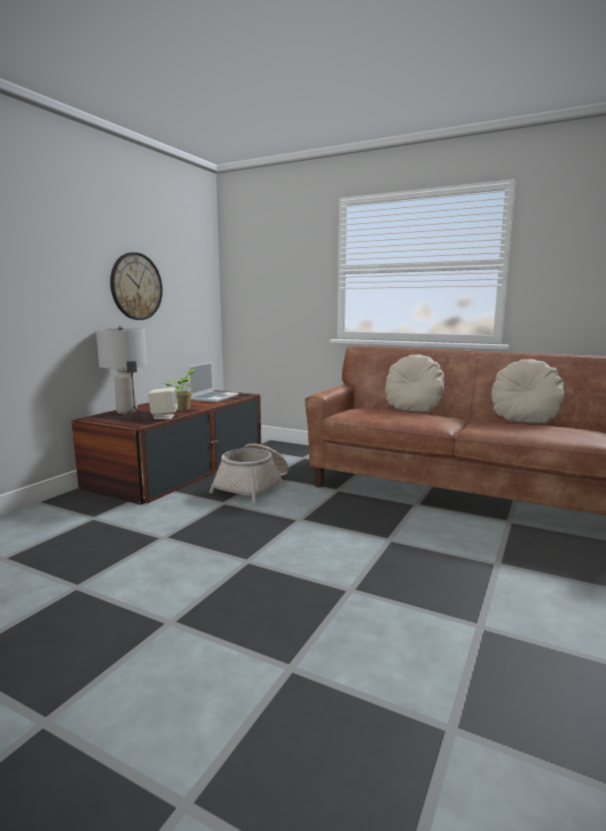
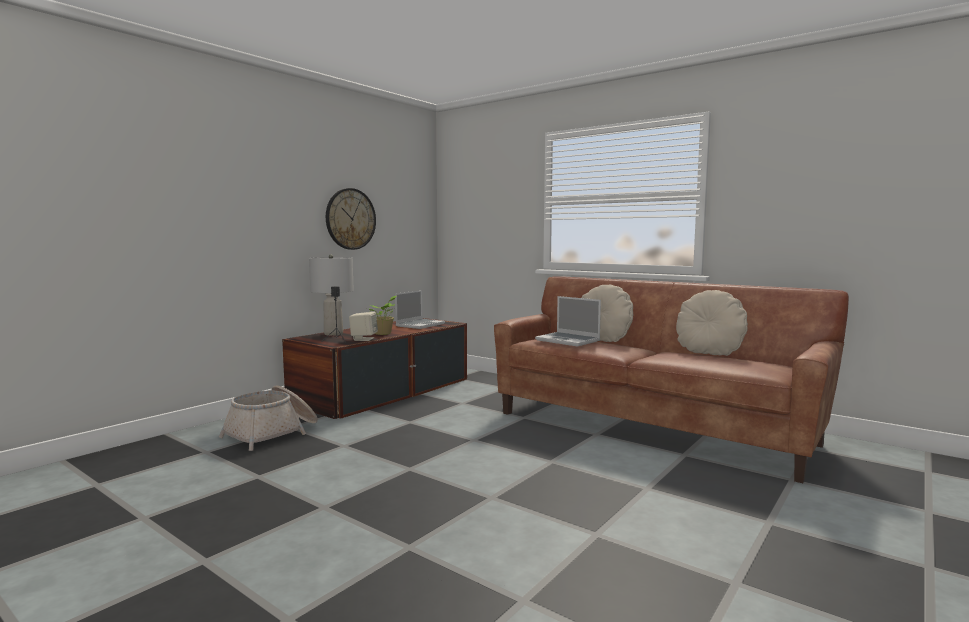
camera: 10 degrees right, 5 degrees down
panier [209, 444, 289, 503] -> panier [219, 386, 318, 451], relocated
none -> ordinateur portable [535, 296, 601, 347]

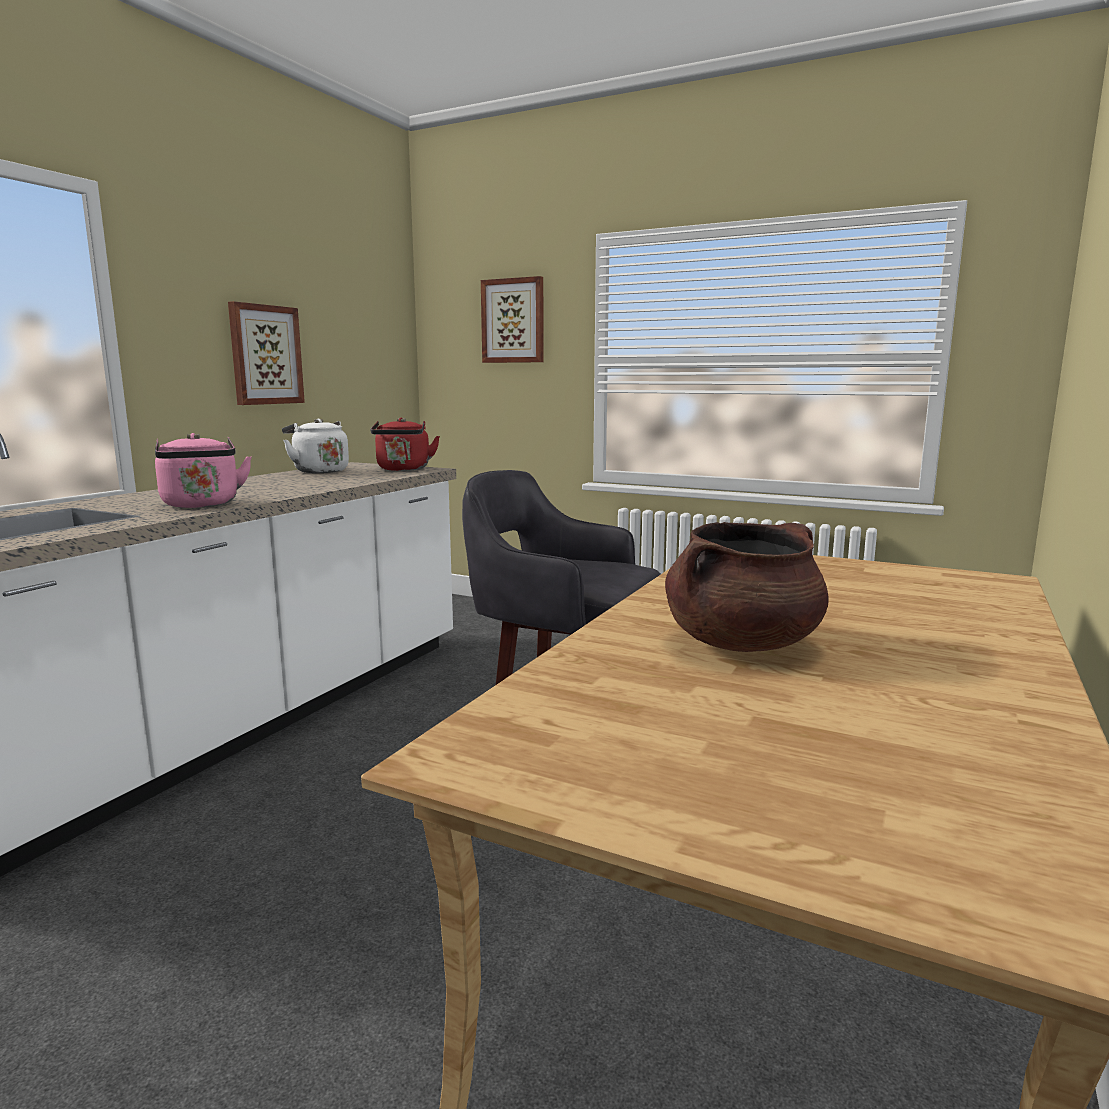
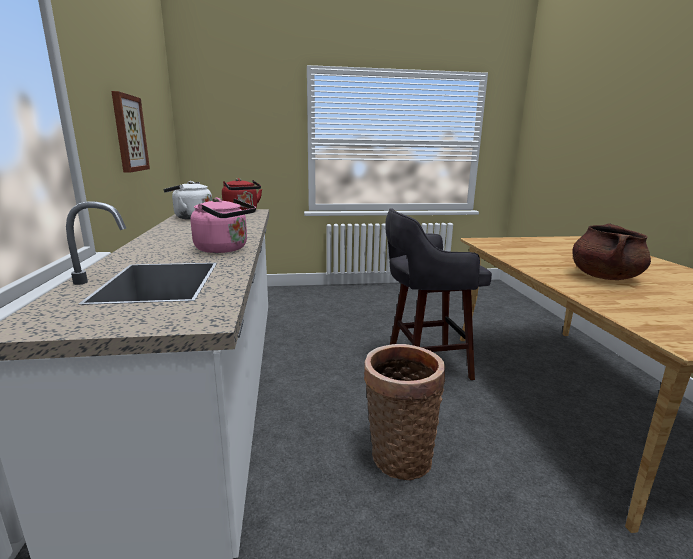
camera: 35 degrees left, 5 degrees up
tableau [481, 276, 544, 363] -> none
none -> panier [364, 344, 445, 480]

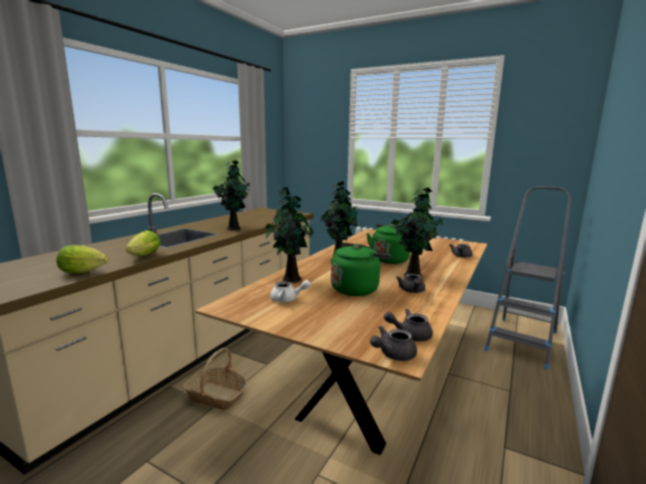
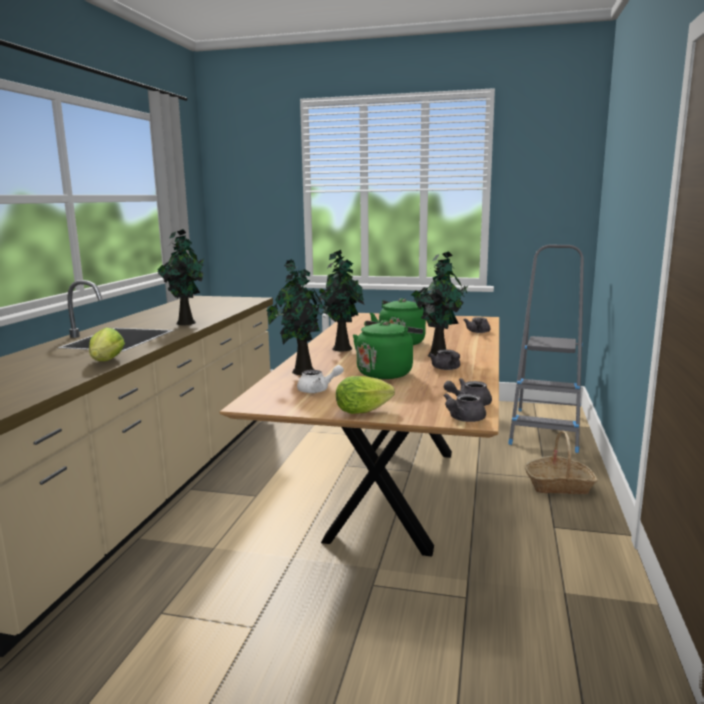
camera: 15 degrees left, 0 degrees up
laitue [56, 245, 108, 273] -> laitue [336, 376, 395, 414], relocated
panier [183, 348, 247, 410] -> panier [524, 430, 598, 494], relocated

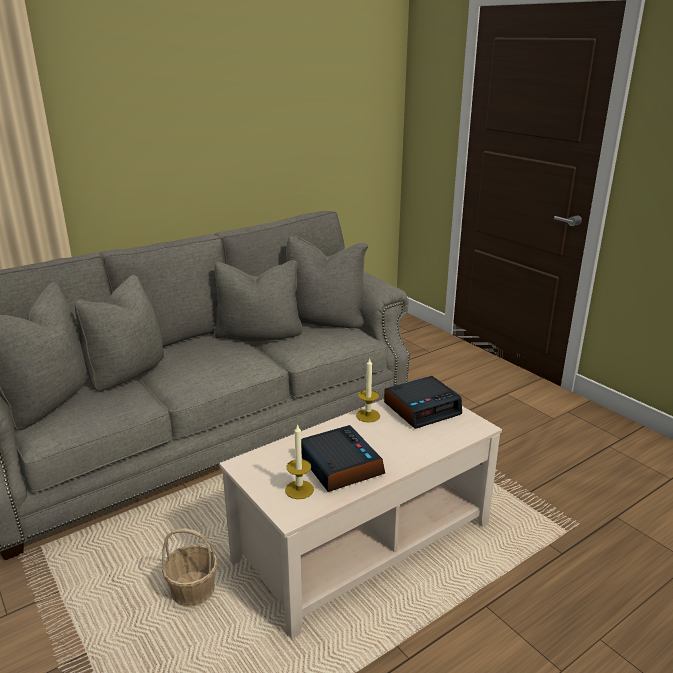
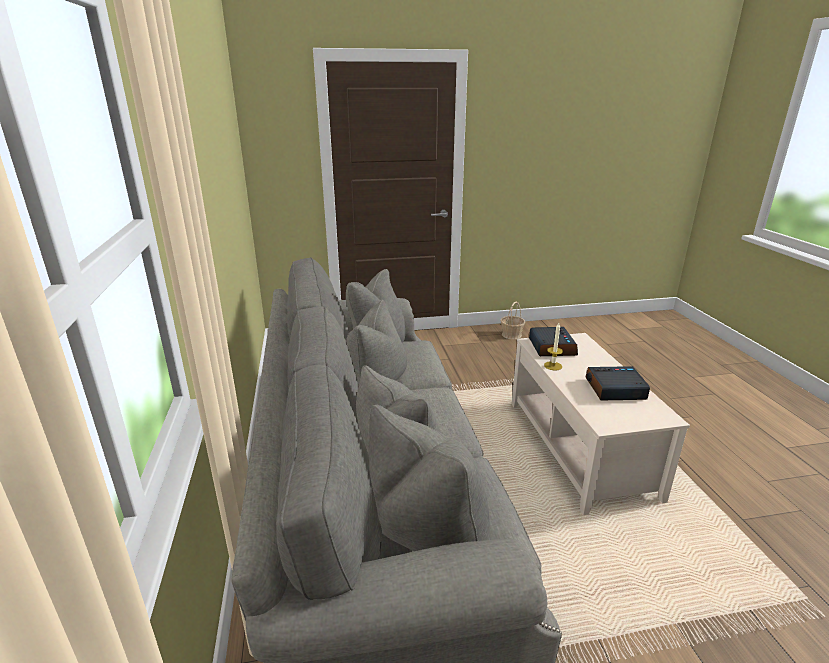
camera: 65 degrees left, 0 degrees up
bougie [285, 424, 314, 499] -> none
panier [162, 528, 218, 607] -> panier [501, 301, 525, 339], relocated

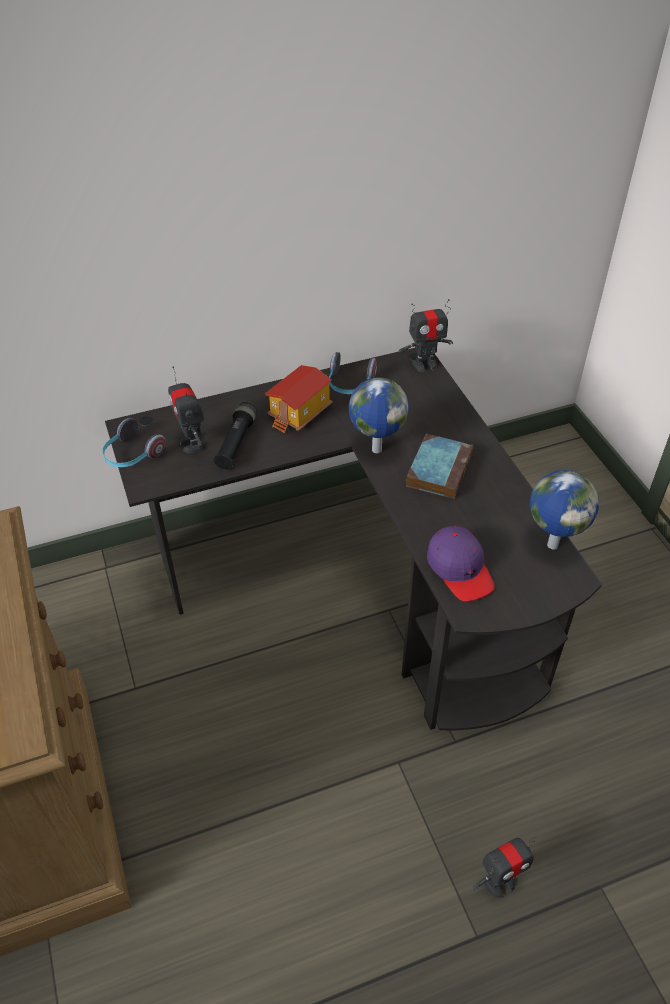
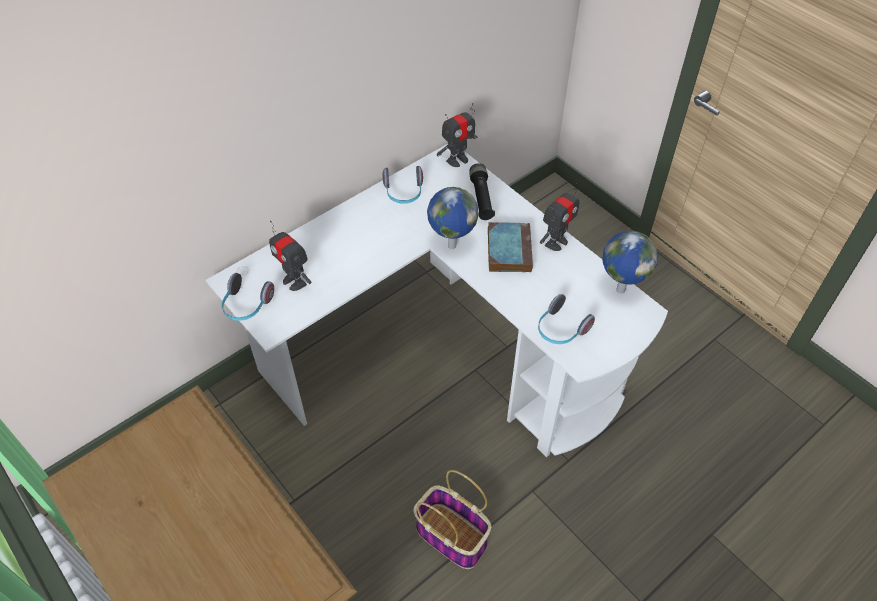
camera: 20 degrees left, 5 degrees up
bureau/noir [105, 348, 602, 730] -> bureau/blanc [206, 144, 668, 457]
maison miniature [265, 365, 332, 433] -> none
lampe de poche/noir [214, 402, 257, 469] -> lampe de poche/noir [469, 163, 495, 220], relocated
casquette/violet [427, 526, 495, 601] -> casque audio [538, 294, 595, 344]
robot jouet [472, 836, 535, 898] -> robot jouet [540, 183, 579, 251], relocated
none -> panier [413, 470, 491, 569]

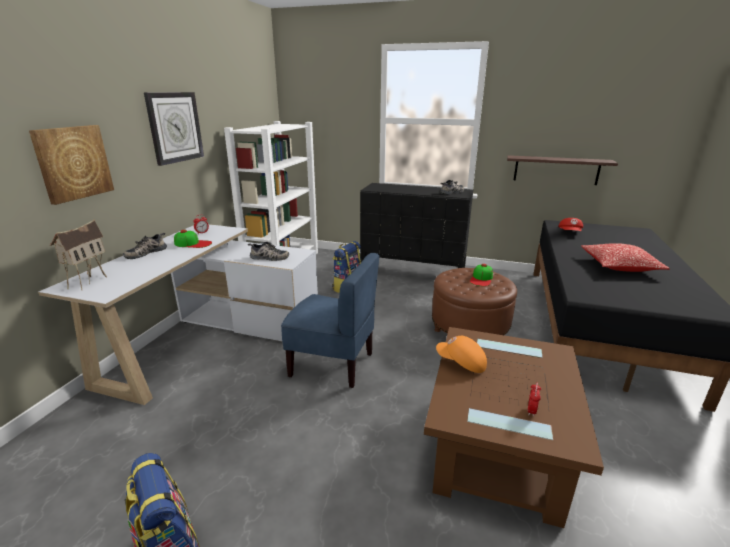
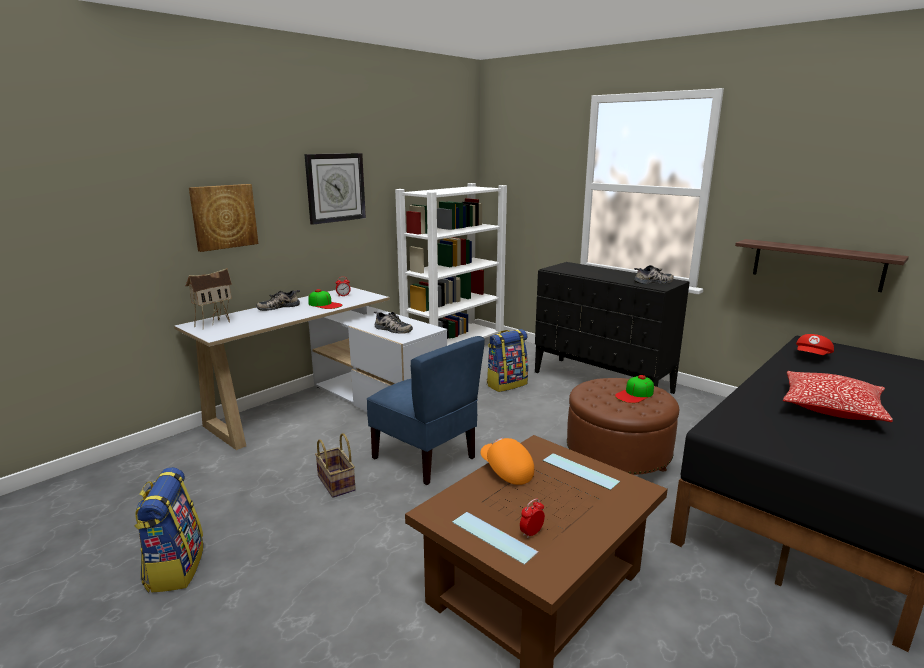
camera: 25 degrees right, 5 degrees down
none -> panier [315, 433, 356, 498]

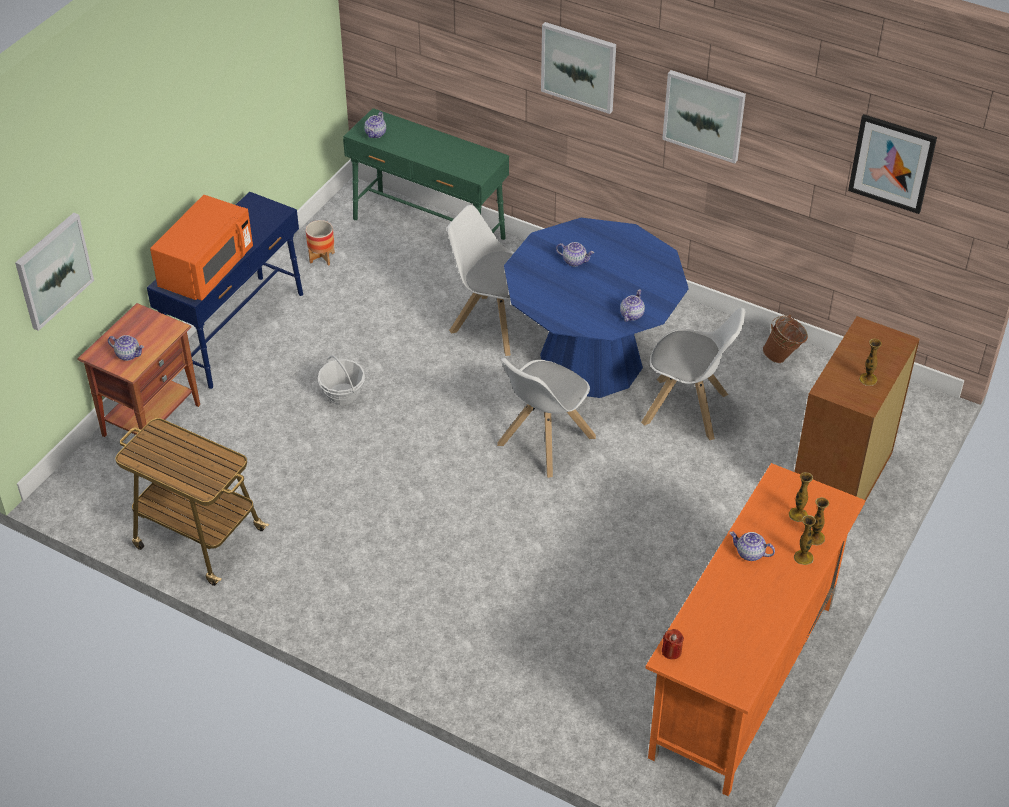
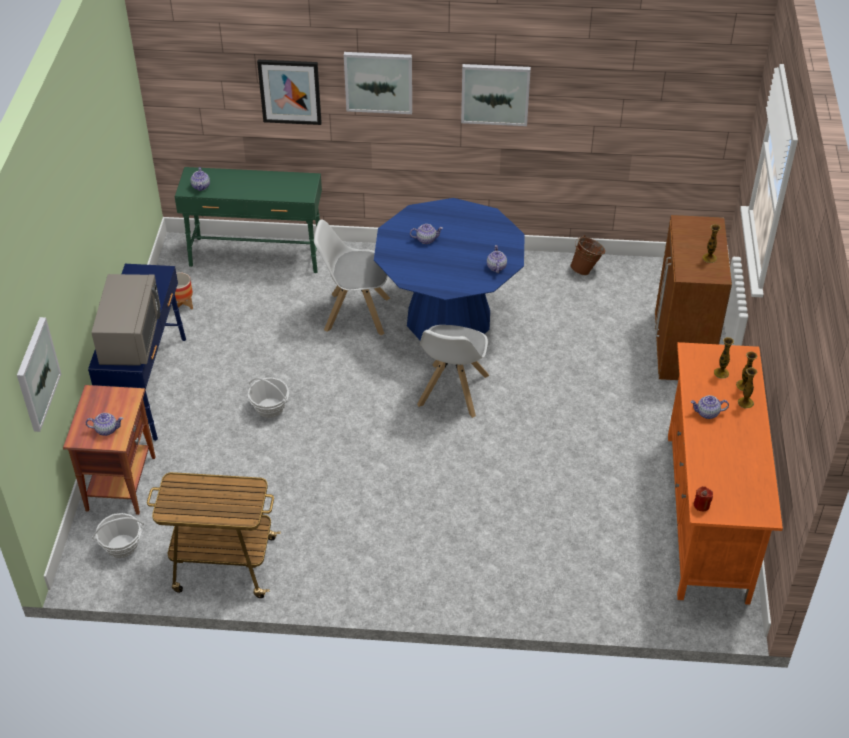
camera: 25 degrees left, 0 degrees up
tableau [848, 114, 937, 214] -> tableau [257, 60, 322, 125], relocated
micro-ondes/orange [150, 195, 253, 300] -> micro-ondes/gris [91, 274, 160, 366]
chaise [641, 308, 745, 440] -> none
none -> panier [92, 513, 144, 558]

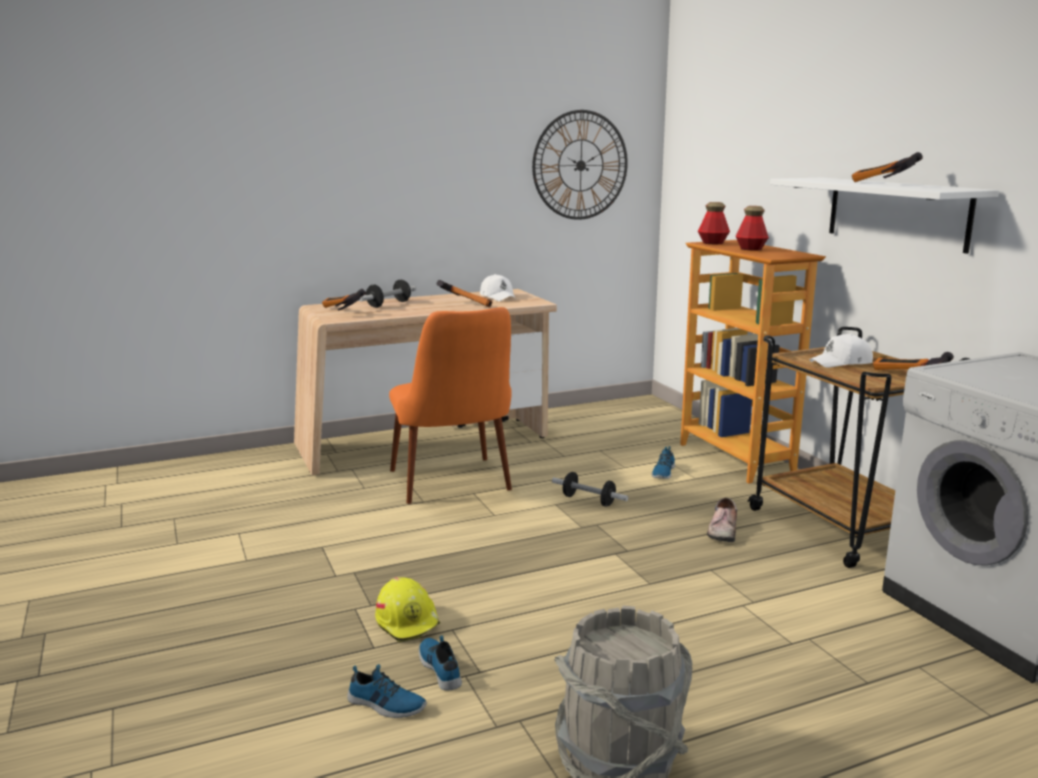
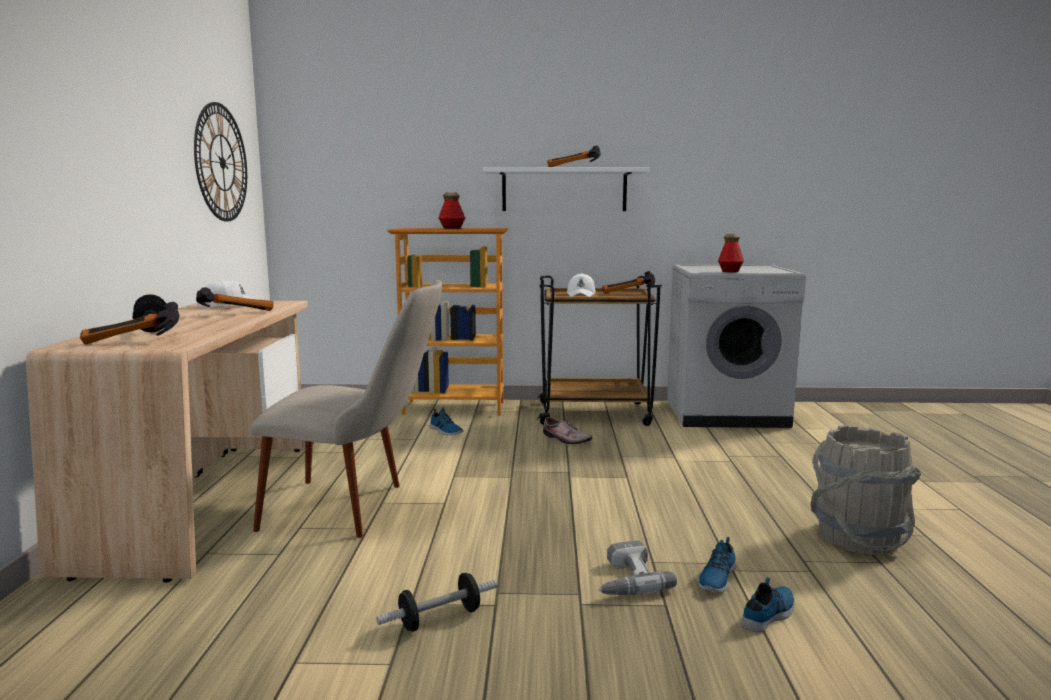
camera: 65 degrees left, 5 degrees down
bouteille [698, 202, 730, 244] -> bouteille [718, 234, 744, 273], relocated
chaise/orange [389, 307, 512, 504] -> chaise/beige [251, 280, 442, 538]
haltère [552, 472, 628, 507] -> haltère [376, 573, 498, 632], relocated
casque de chantier/jaune [375, 577, 440, 642] -> perceuse [599, 541, 677, 595]
chaussure [419, 635, 462, 691] -> chaussure [698, 537, 736, 592], 60 degrees counterclockwise

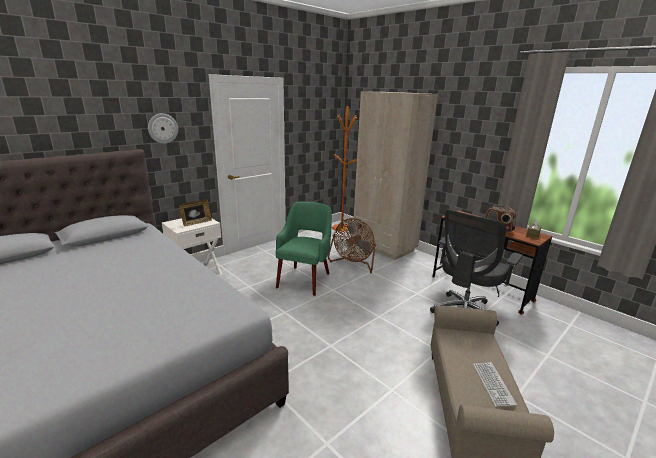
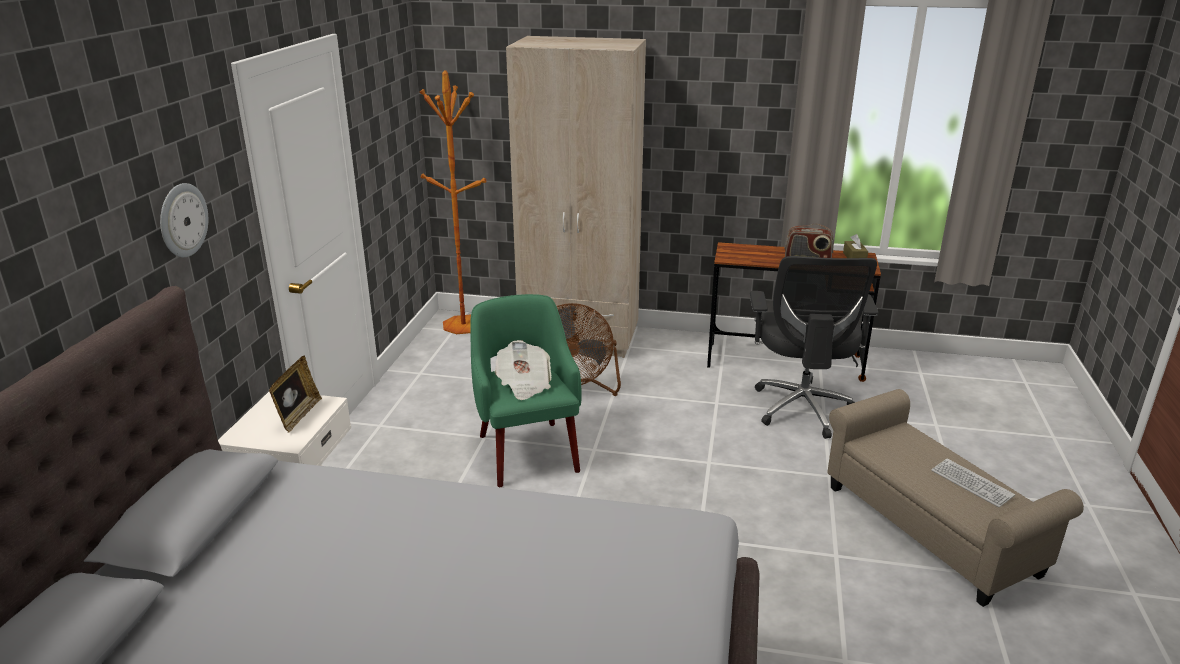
camera: 35 degrees left, 5 degrees up
none -> journal [494, 340, 551, 400]

